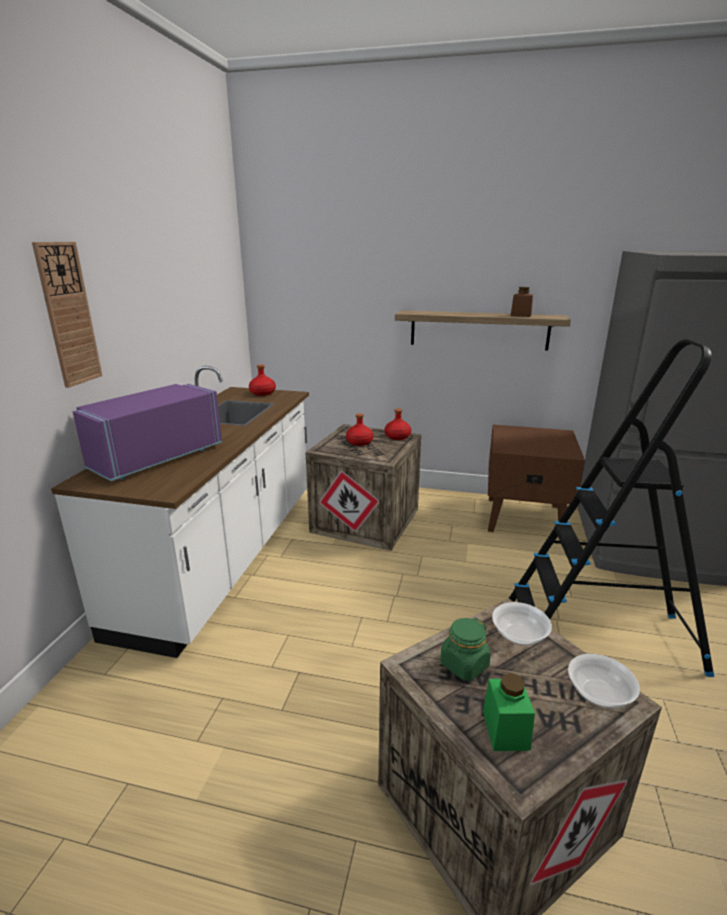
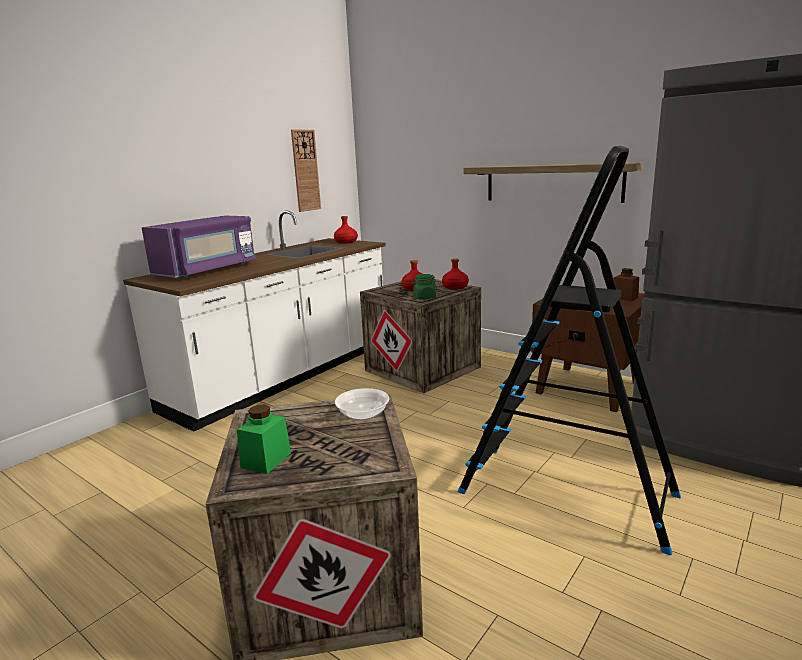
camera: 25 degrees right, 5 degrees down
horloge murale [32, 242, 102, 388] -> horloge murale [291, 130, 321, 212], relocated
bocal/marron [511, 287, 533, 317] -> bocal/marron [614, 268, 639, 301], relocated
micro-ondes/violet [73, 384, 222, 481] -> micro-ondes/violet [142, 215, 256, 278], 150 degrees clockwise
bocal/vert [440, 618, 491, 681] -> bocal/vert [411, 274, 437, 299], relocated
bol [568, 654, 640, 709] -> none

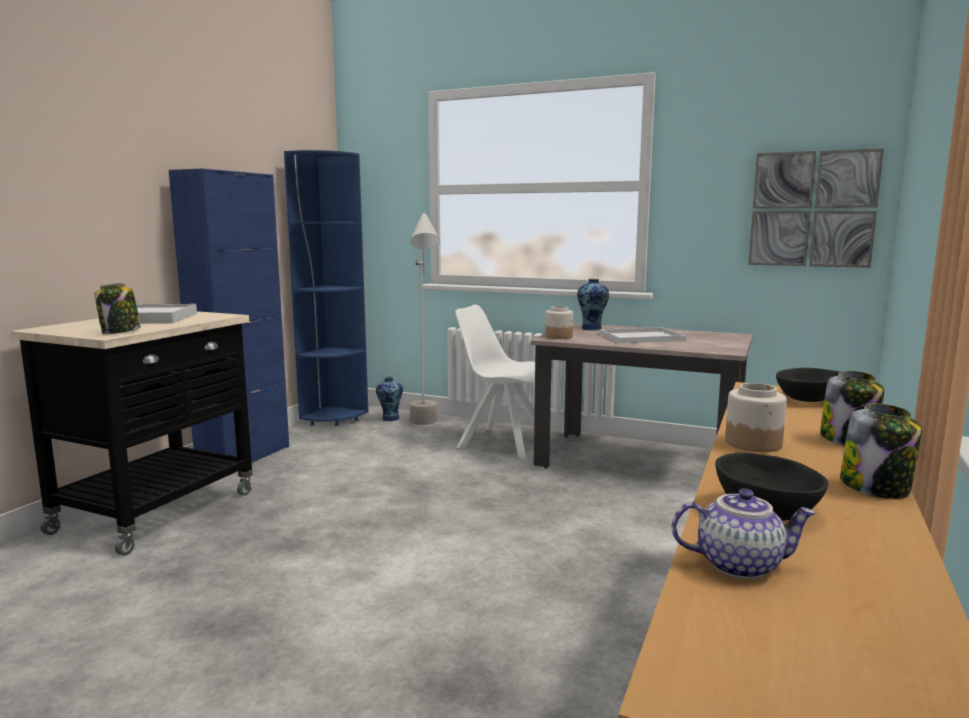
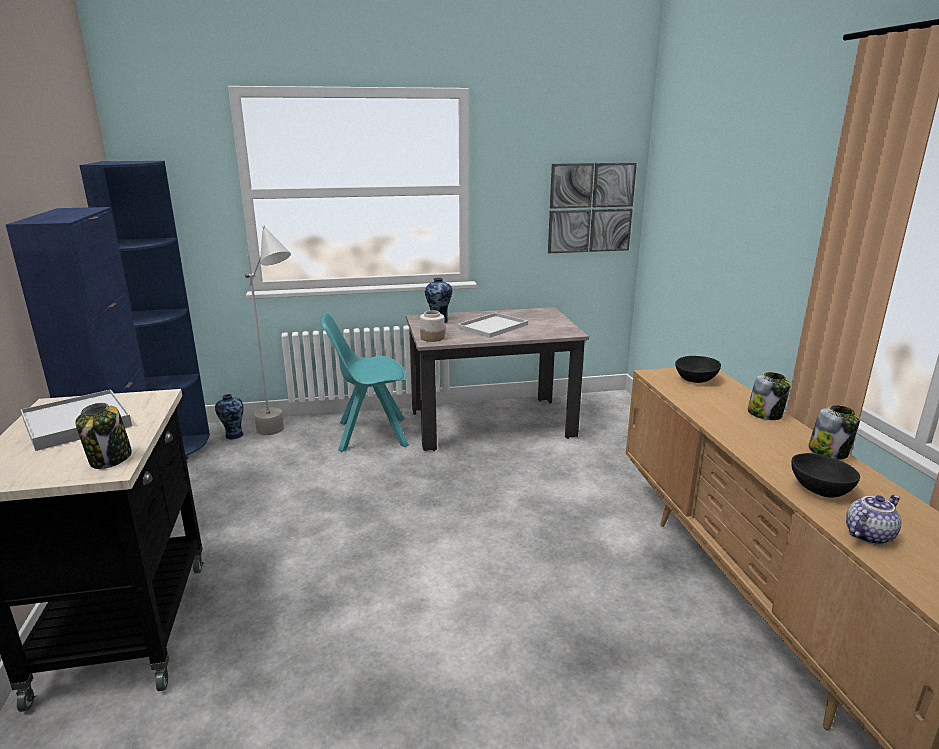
camera: 35 degrees left, 10 degrees up
chaise/blanc [455, 305, 535, 459] -> chaise/turquoise [321, 313, 409, 452]
bocal [725, 383, 787, 452] -> none

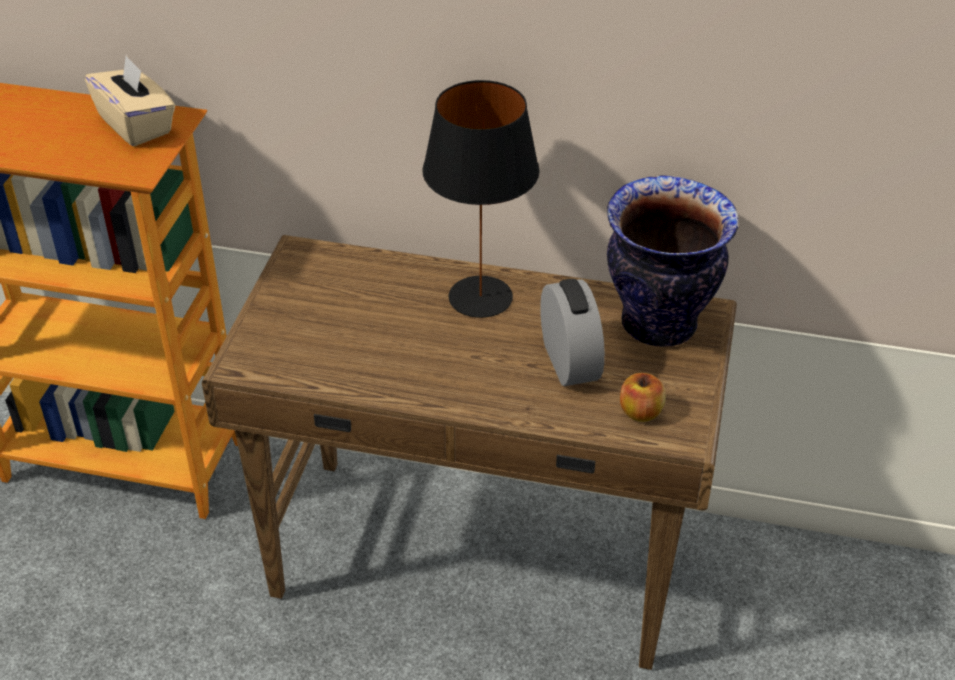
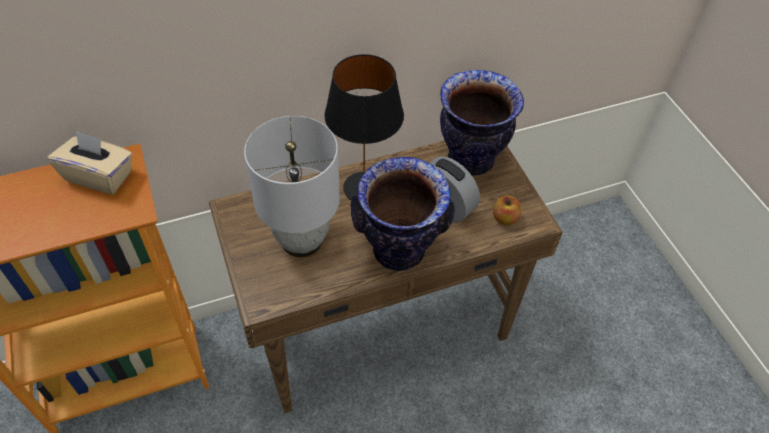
camera: 35 degrees left, 10 degrees up
none -> lampe de table/blanc [244, 116, 340, 257]
none -> vase [350, 157, 455, 271]

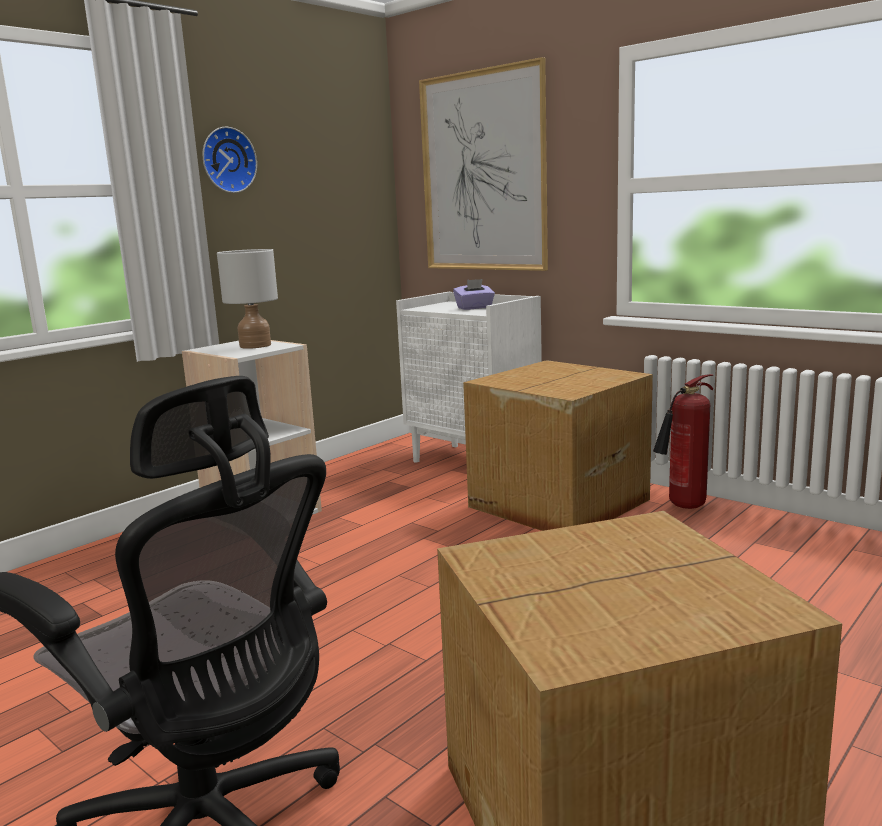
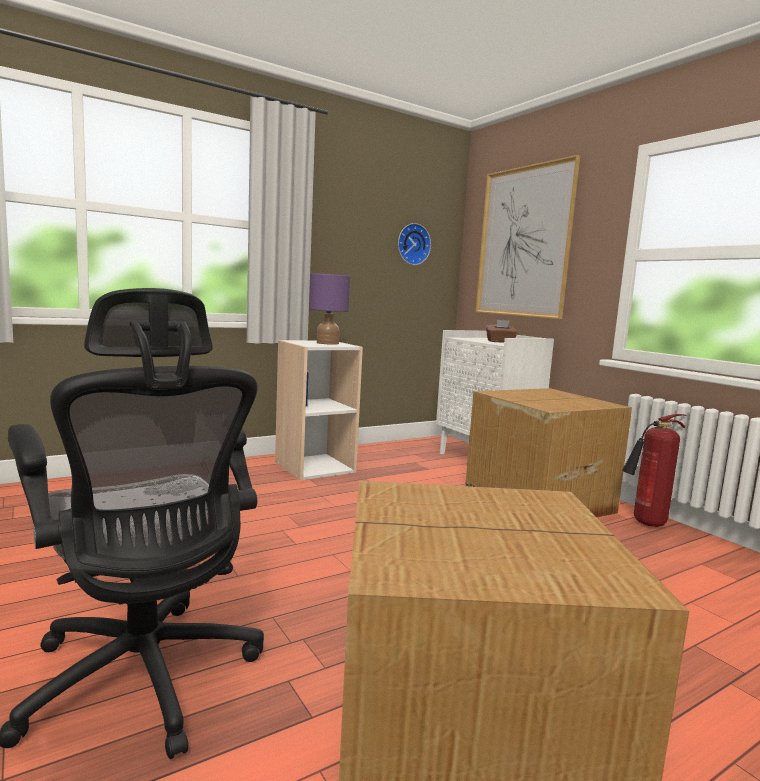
camera: 15 degrees right, 5 degrees down
horloge murale [202, 127, 257, 193] -> horloge murale [398, 223, 431, 265], relocated
lampe de table/gris [217, 249, 278, 349] -> lampe de table/violet [309, 273, 350, 345]
boîte à mouchoirs/violet [453, 279, 495, 310] -> boîte à mouchoirs/marron [486, 320, 518, 343]

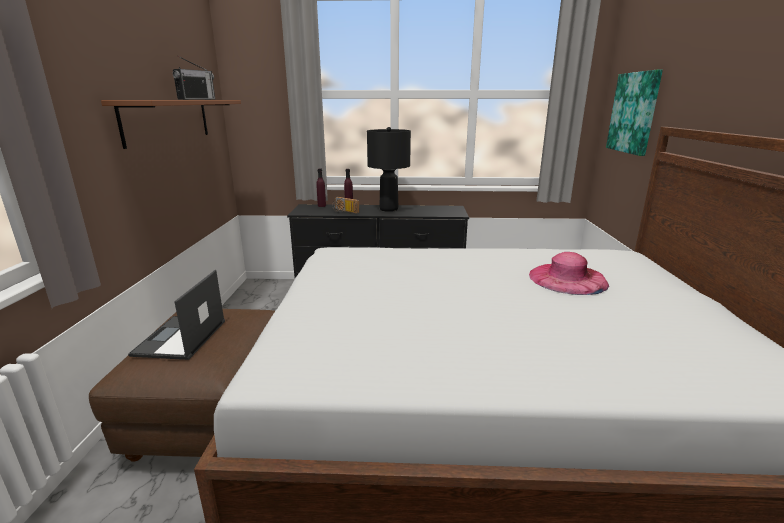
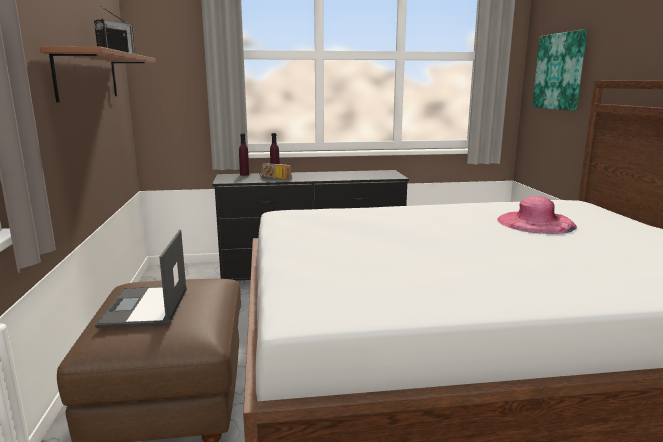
camera: 10 degrees left, 5 degrees down
lampe de table/noir [367, 127, 411, 212] -> none

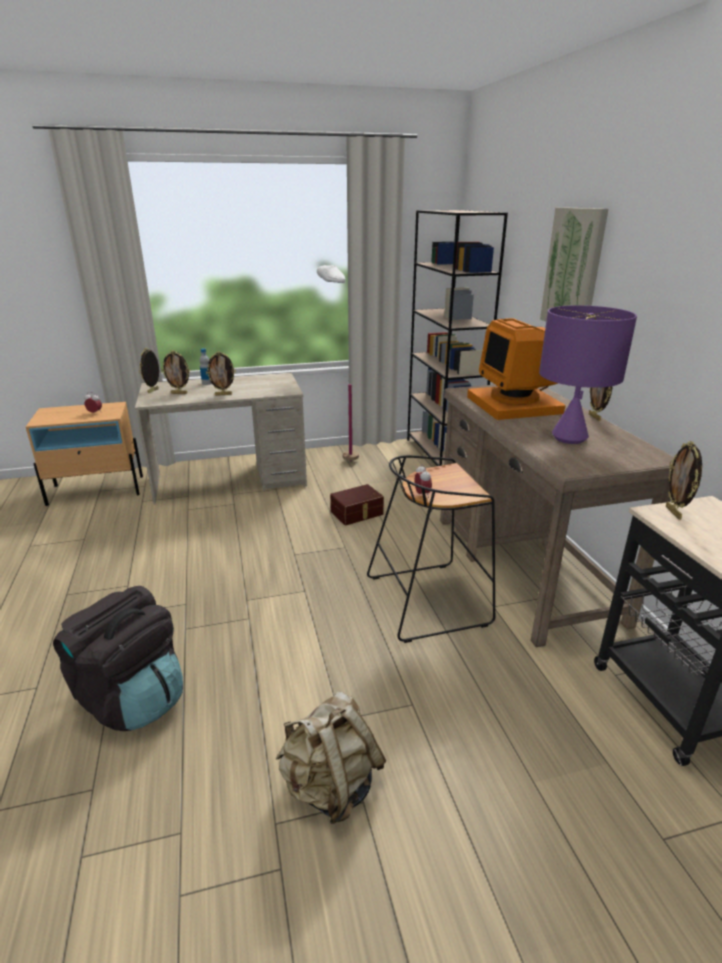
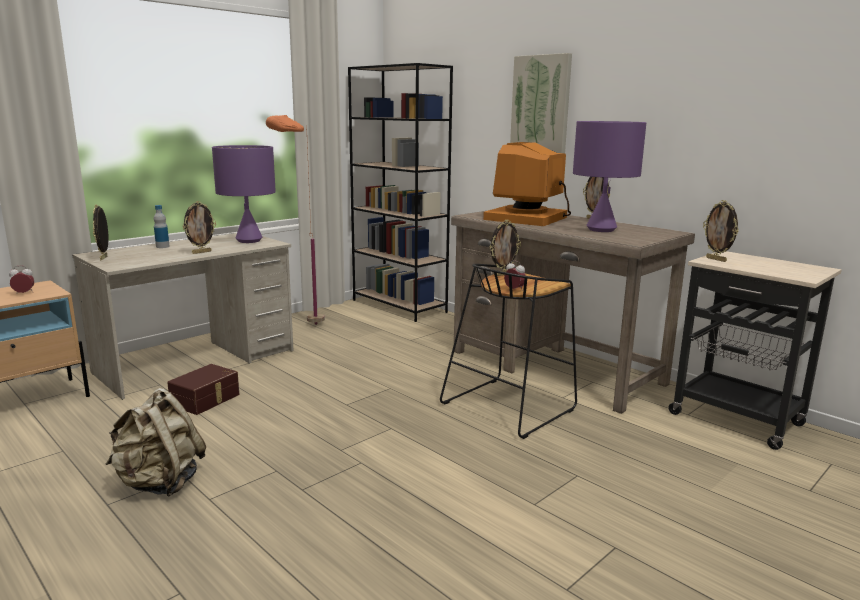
camera: 30 degrees left, 10 degrees down
lampadaire/blanc [317, 265, 359, 462] -> lampadaire/orange [266, 115, 325, 325]
écran d'ordinateur [467, 318, 565, 420] -> écran d'ordinateur [483, 142, 571, 226], 75 degrees clockwise
cadre photo [161, 350, 190, 394] -> cadre photo [490, 220, 521, 276], relocated
boîte de rangement/marron [330, 484, 384, 526] -> boîte de rangement/marron [167, 364, 239, 415], relocated
sac à dos/noir [53, 586, 183, 731] -> none
sac à dos/beige [275, 691, 386, 824] -> sac à dos/beige [106, 388, 206, 497], relocated
none -> lampe de table/violet [212, 145, 276, 243]

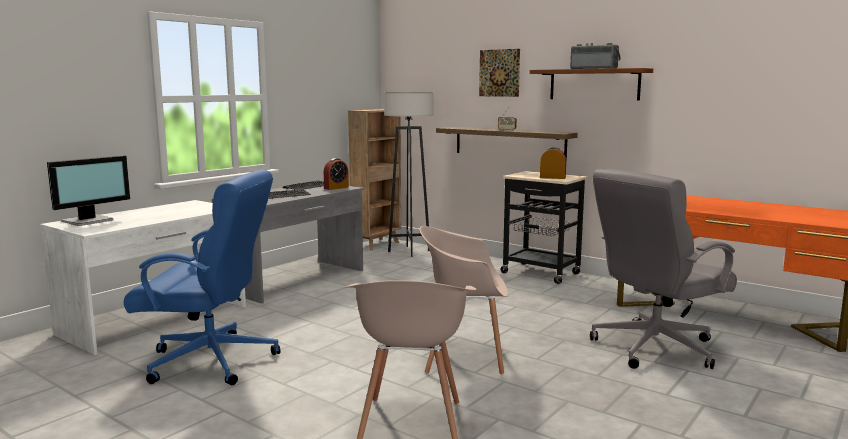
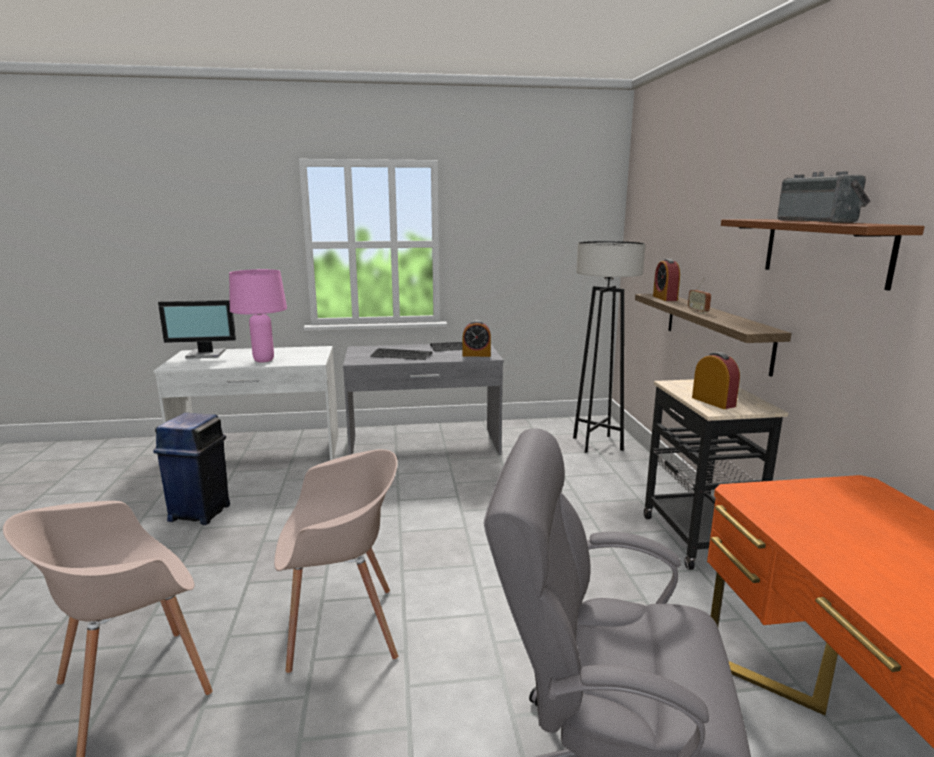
camera: 45 degrees right, 5 degrees up
tableau [479, 49, 520, 97] -> none
bibliothèque/marron [348, 109, 401, 251] -> none
chaise de bureau/bleu [124, 170, 280, 385] -> poubelle/bleu [153, 413, 230, 525]
chaise/beige [419, 226, 508, 374] -> chaise/beige [274, 449, 398, 673], 120 degrees clockwise
none -> réveil [653, 259, 680, 301]
none -> lampe de table/rose [229, 269, 287, 362]

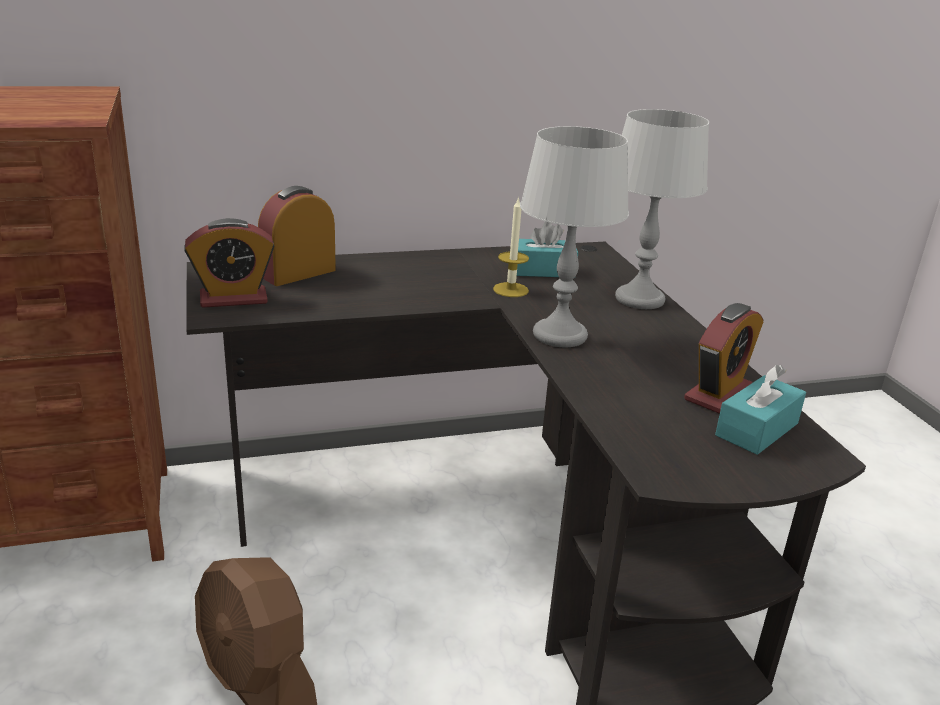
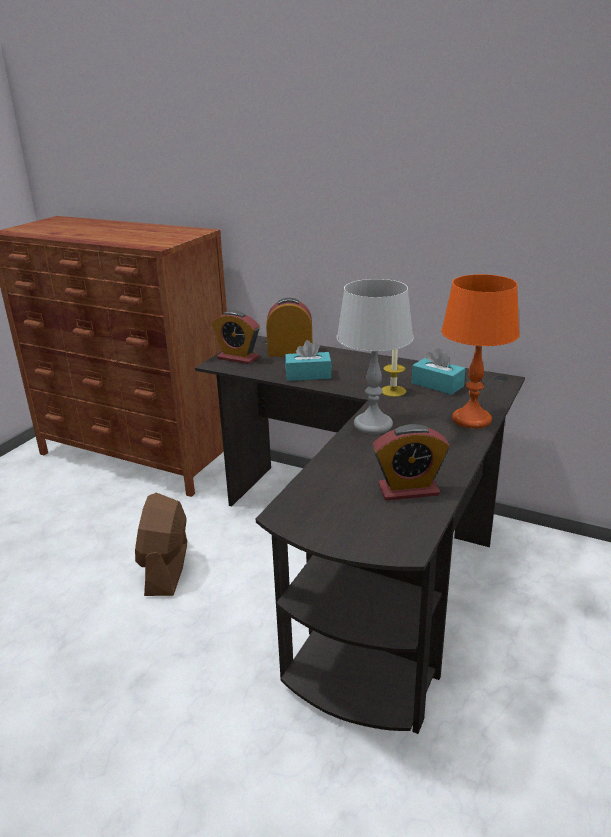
camera: 45 degrees right, 0 degrees up
lampe de table/gris [615, 109, 709, 309] -> lampe de table/orange [441, 274, 520, 429]
boîte à mouchoirs/turquoise [715, 365, 806, 455] -> boîte à mouchoirs/turquoise [285, 340, 332, 381], relocated

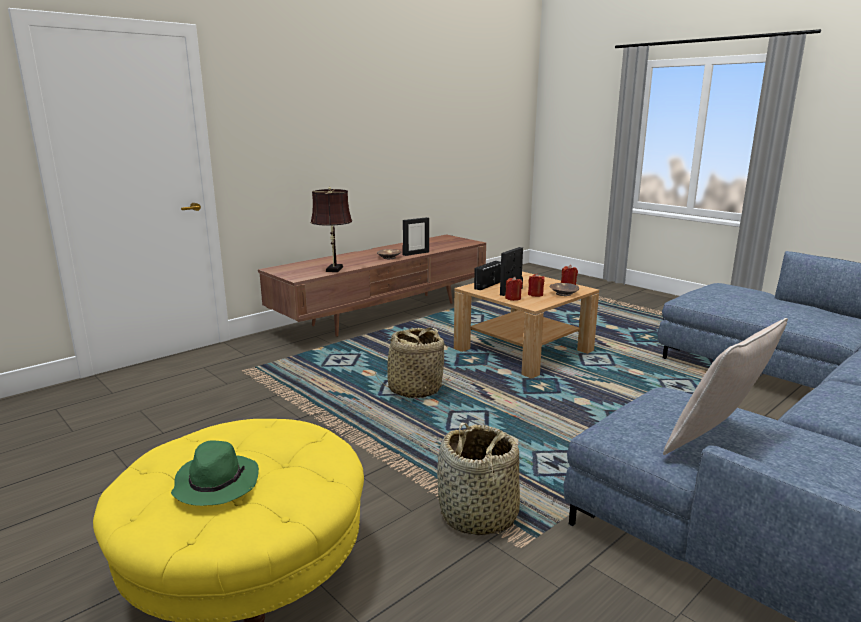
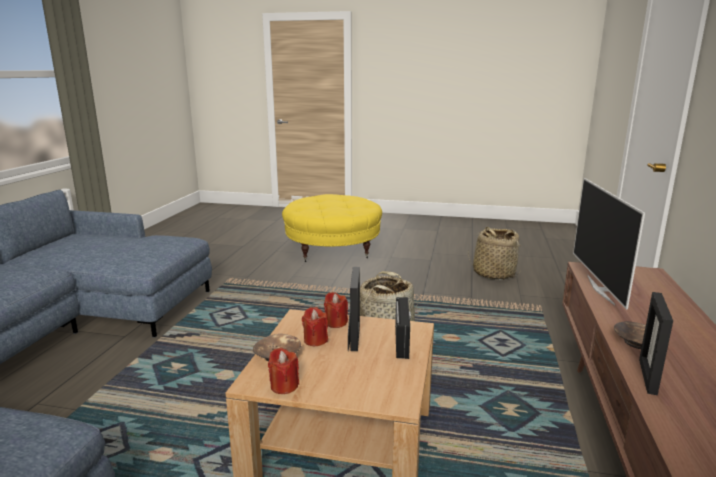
camera: 145 degrees right, 0 degrees up
lampe de table/marron [311, 187, 352, 272] -> téléviseur [573, 178, 645, 310]
coussin/beige [663, 318, 788, 455] -> none
panier [437, 422, 520, 535] -> panier [468, 227, 521, 280], relocated
chapeau/vert [171, 440, 259, 506] -> none

